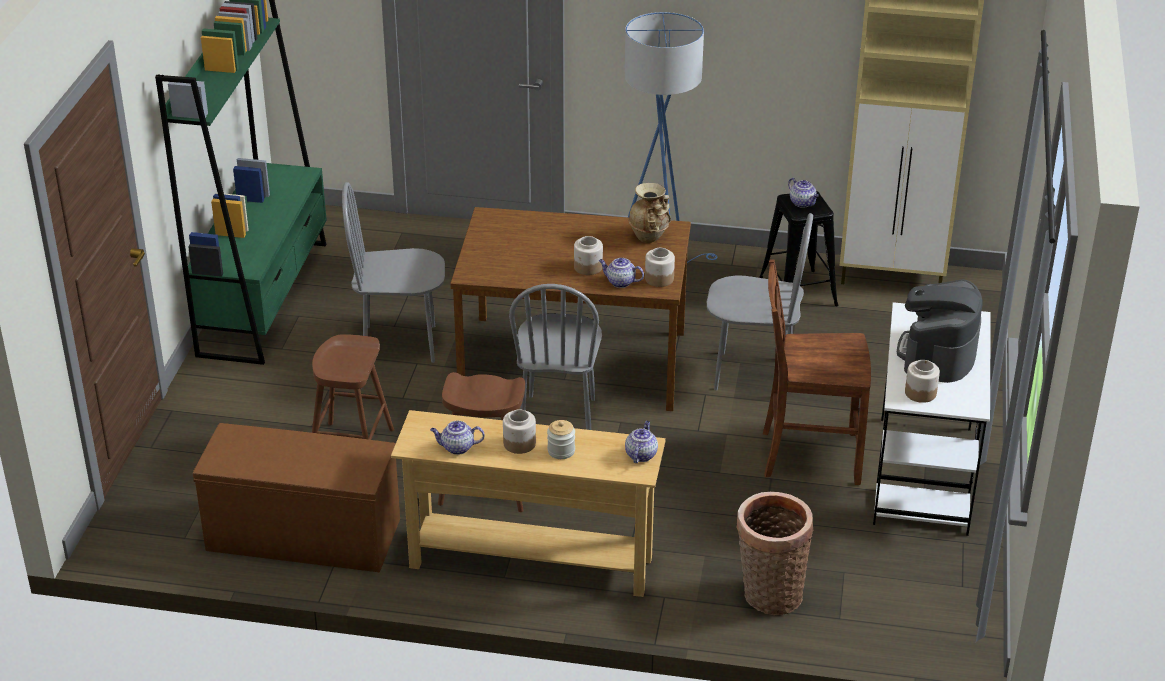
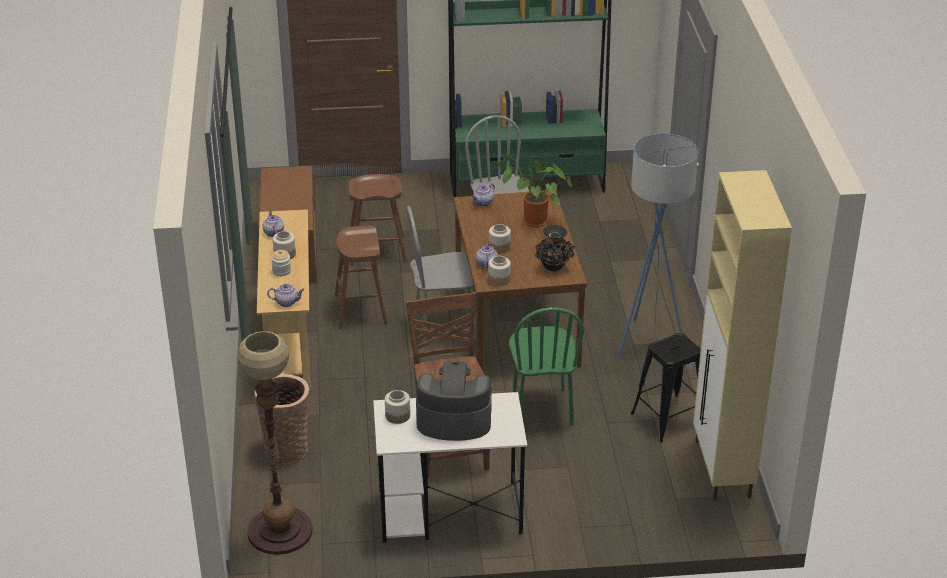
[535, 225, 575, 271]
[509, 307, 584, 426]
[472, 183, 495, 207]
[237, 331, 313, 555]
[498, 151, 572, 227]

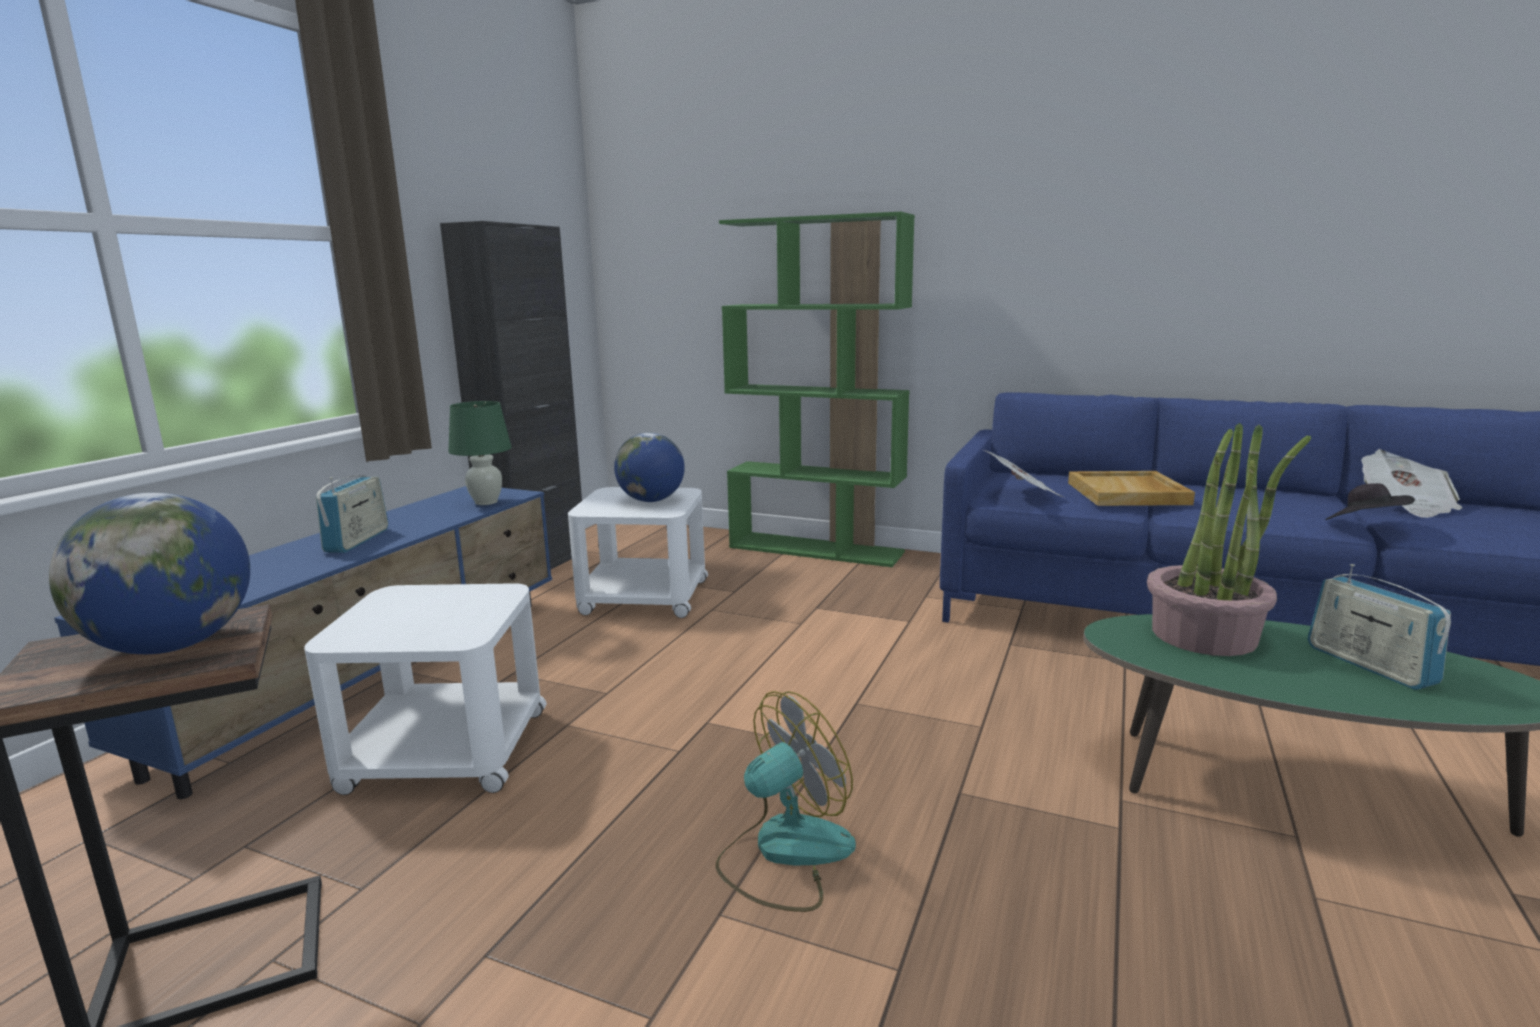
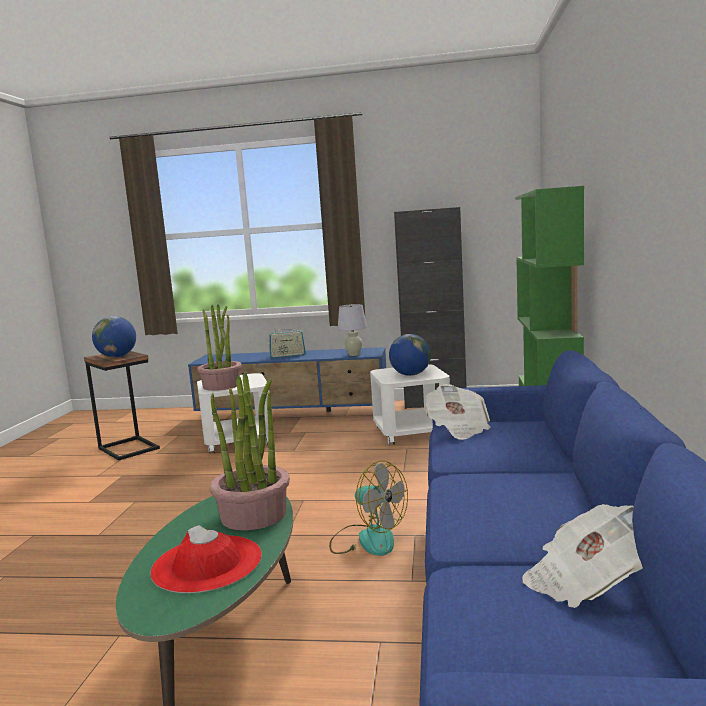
[338, 304, 367, 356]
[329, 461, 408, 556]
[1068, 471, 1195, 506] (first image)
[150, 525, 262, 593]
[1325, 483, 1415, 520] (first image)
[197, 304, 242, 391]

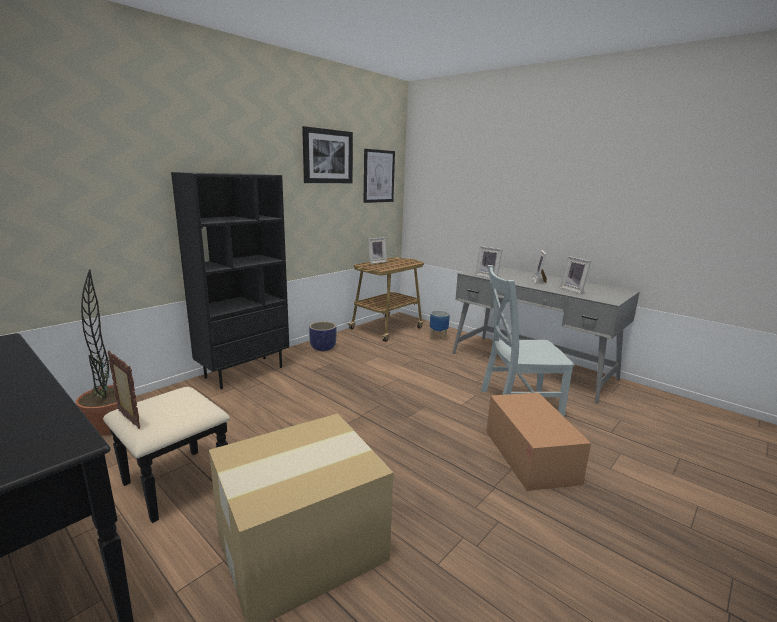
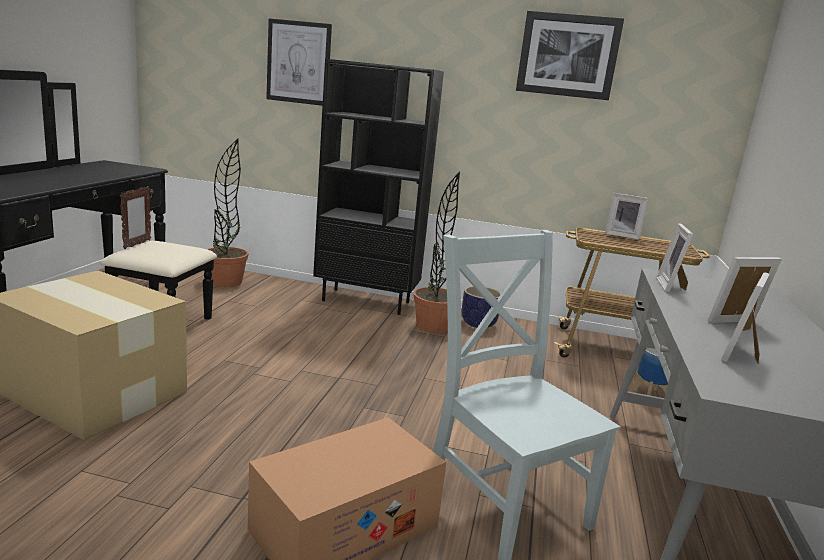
[266, 18, 332, 106]
[414, 172, 460, 333]

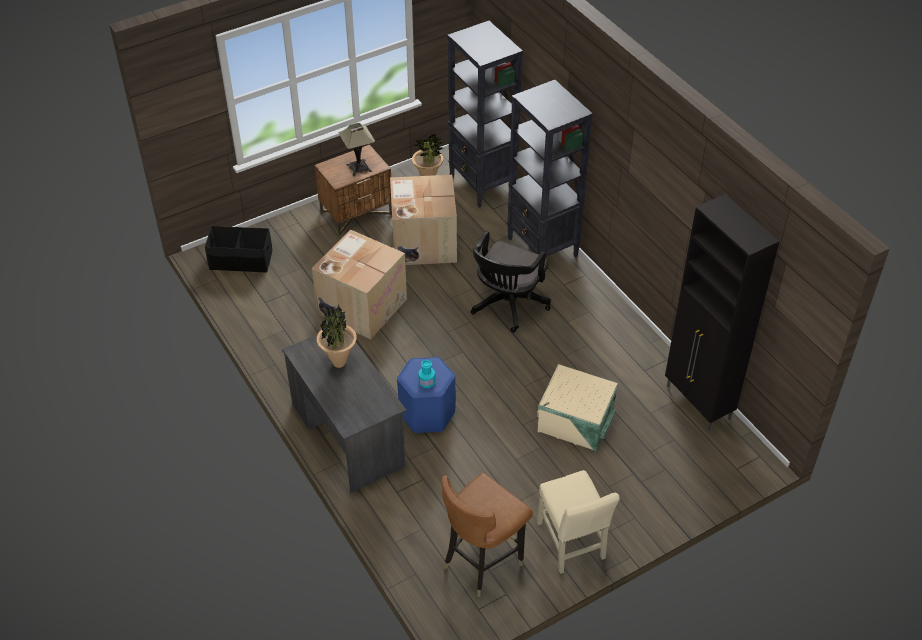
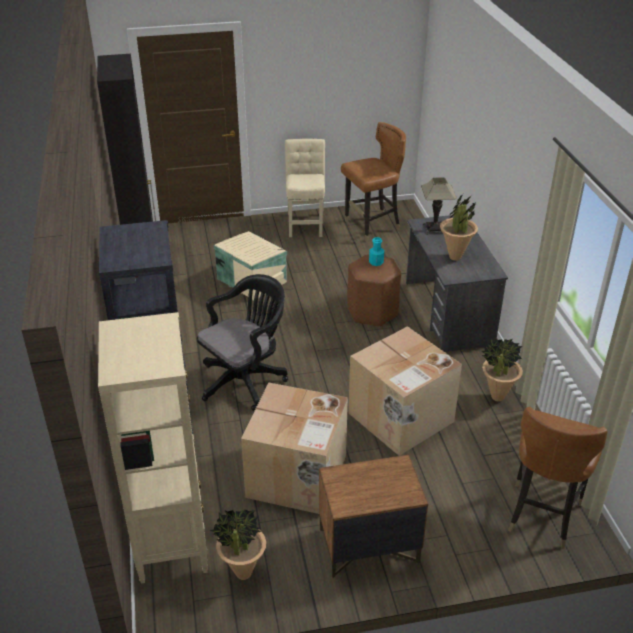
[508, 407, 608, 549]
[421, 177, 457, 235]
[347, 254, 401, 327]
[98, 312, 208, 583]
[481, 337, 523, 401]

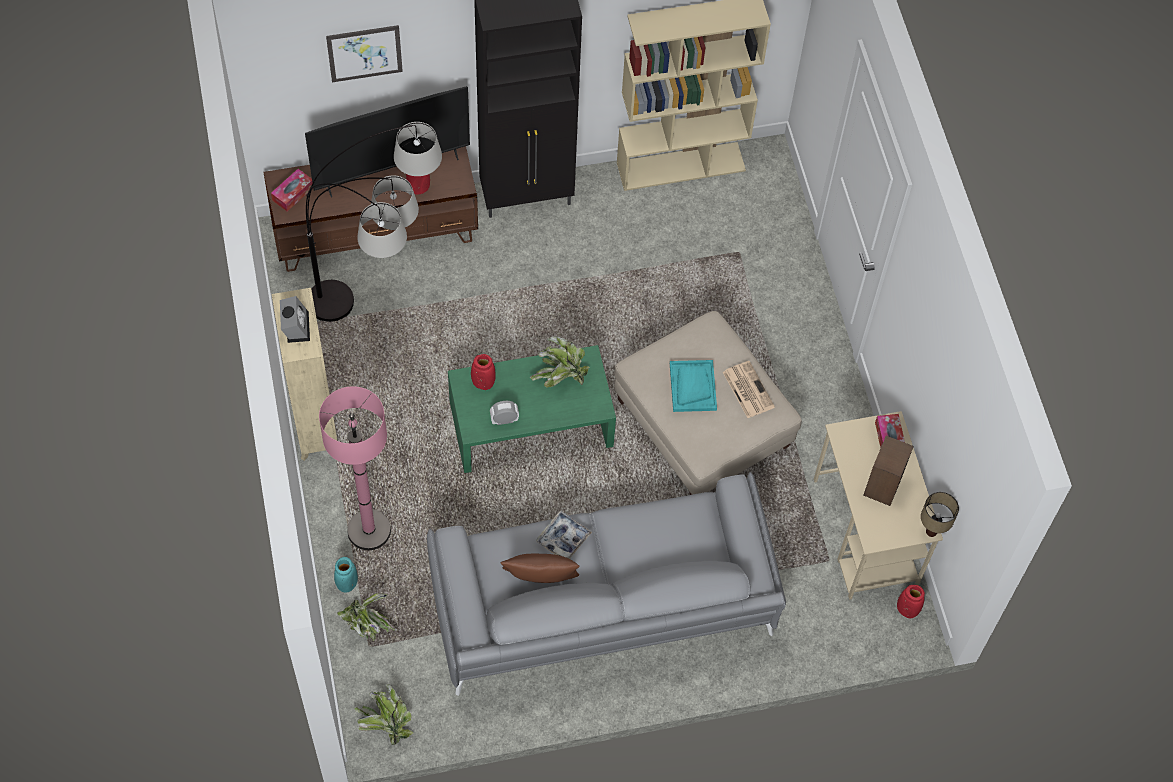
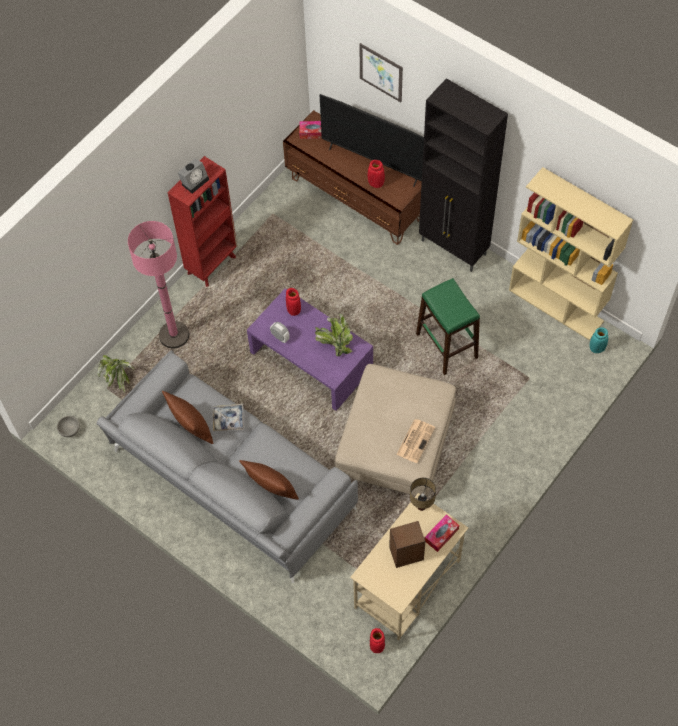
[168, 156, 237, 287]
[306, 122, 442, 322] (first image)
[590, 327, 608, 353]
[57, 416, 80, 437]
[247, 288, 373, 411]
[670, 360, 717, 412] (first image)
[410, 478, 436, 511]
[239, 460, 299, 500]
[416, 278, 480, 375]

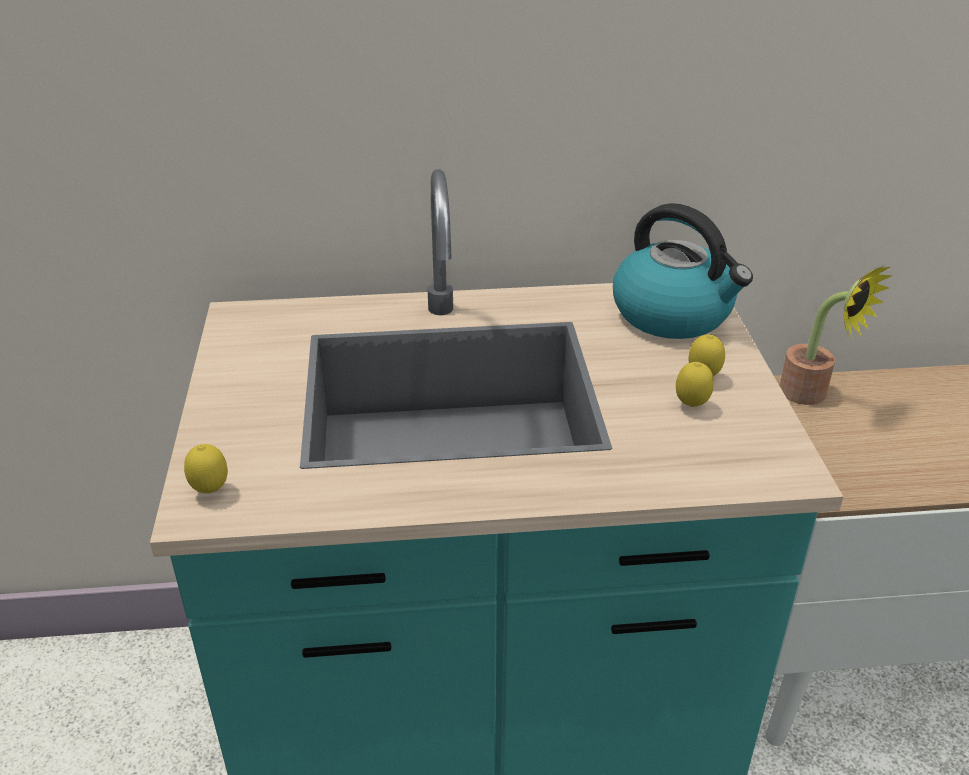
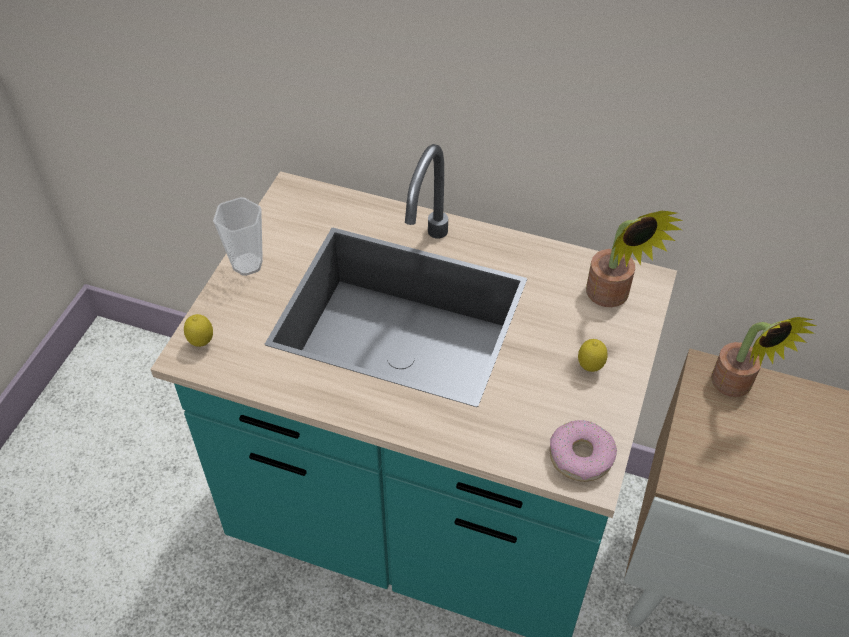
[586, 211, 683, 307]
[676, 362, 714, 407] (first image)
[213, 197, 263, 276]
[550, 420, 617, 482]

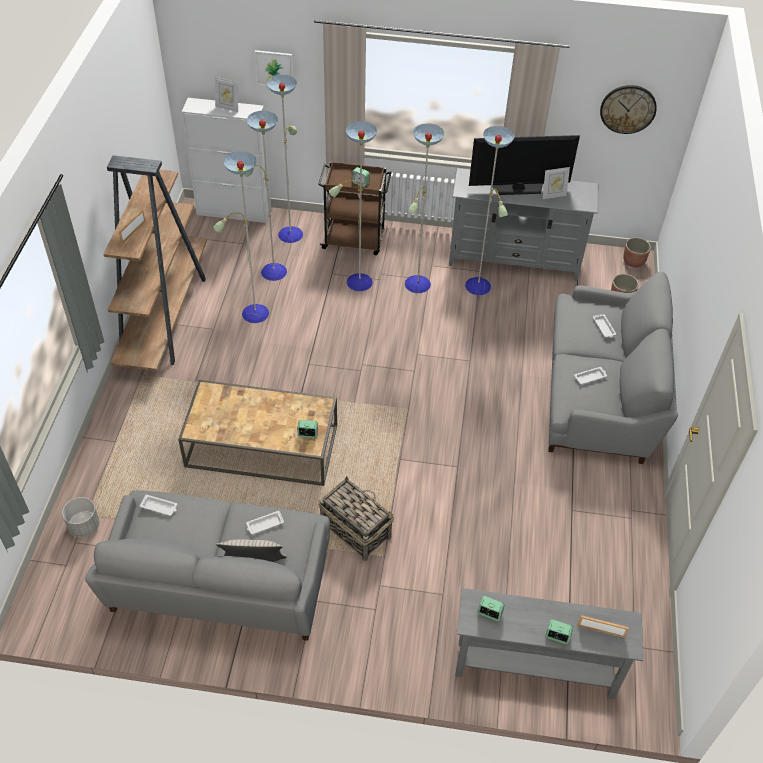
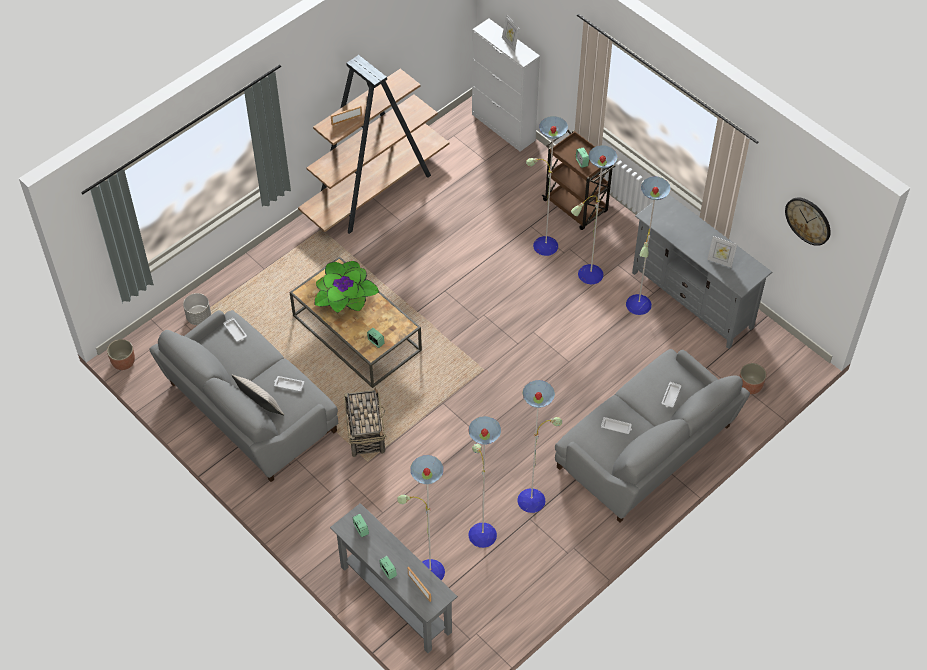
[397, 380, 562, 580]
[254, 50, 293, 86] (first image)
[469, 135, 580, 195] (first image)
[107, 339, 135, 370]
[314, 261, 379, 313]

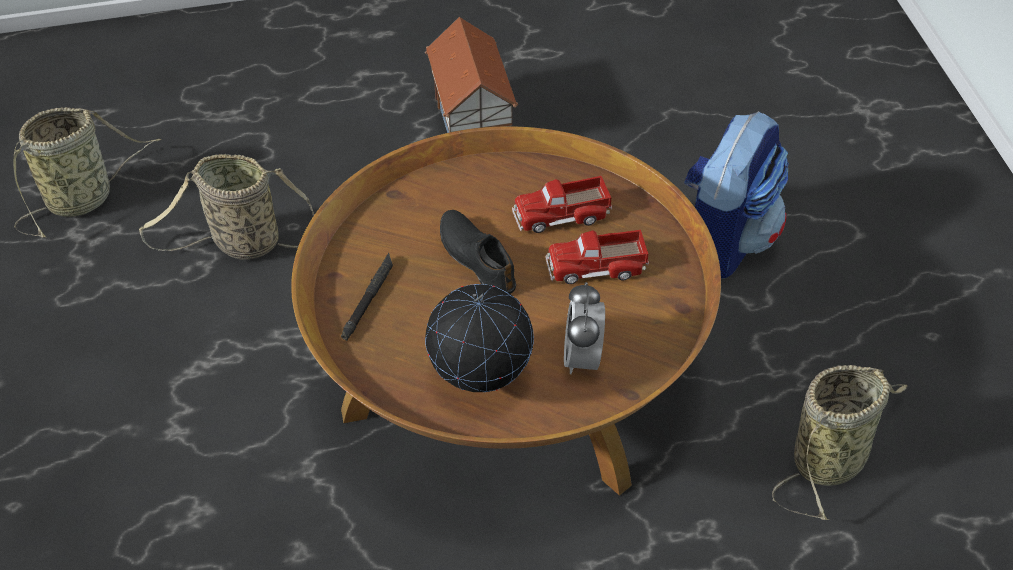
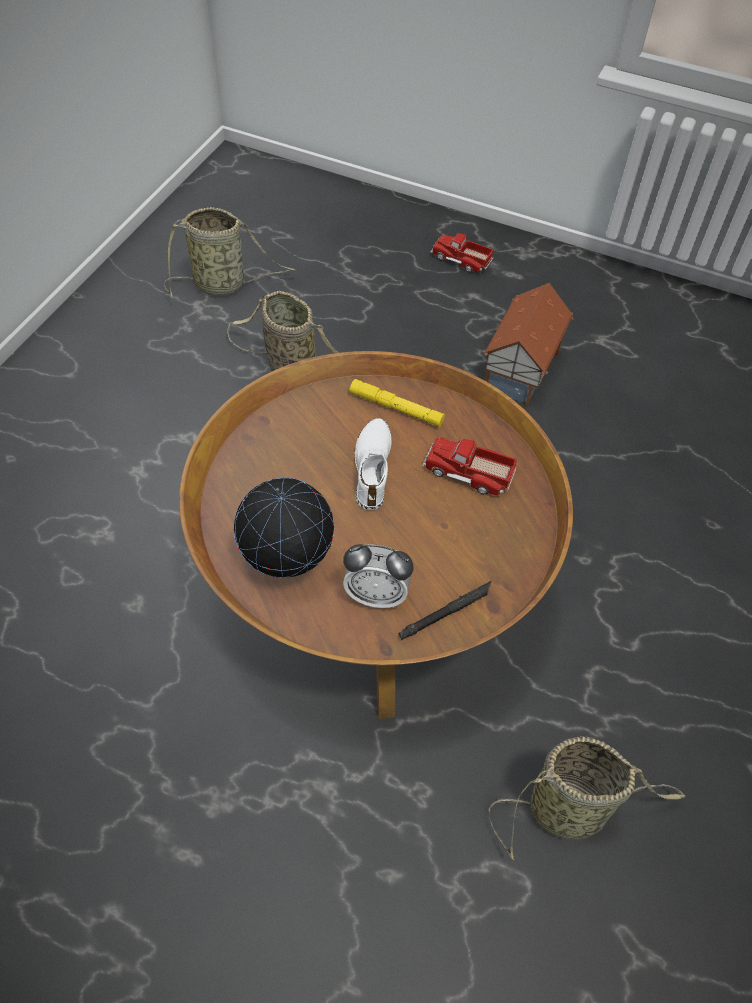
[399, 580, 492, 640]
[355, 418, 392, 510]
[430, 233, 494, 272]
[343, 544, 413, 608]
[684, 111, 788, 278] (first image)
[350, 379, 445, 427]

